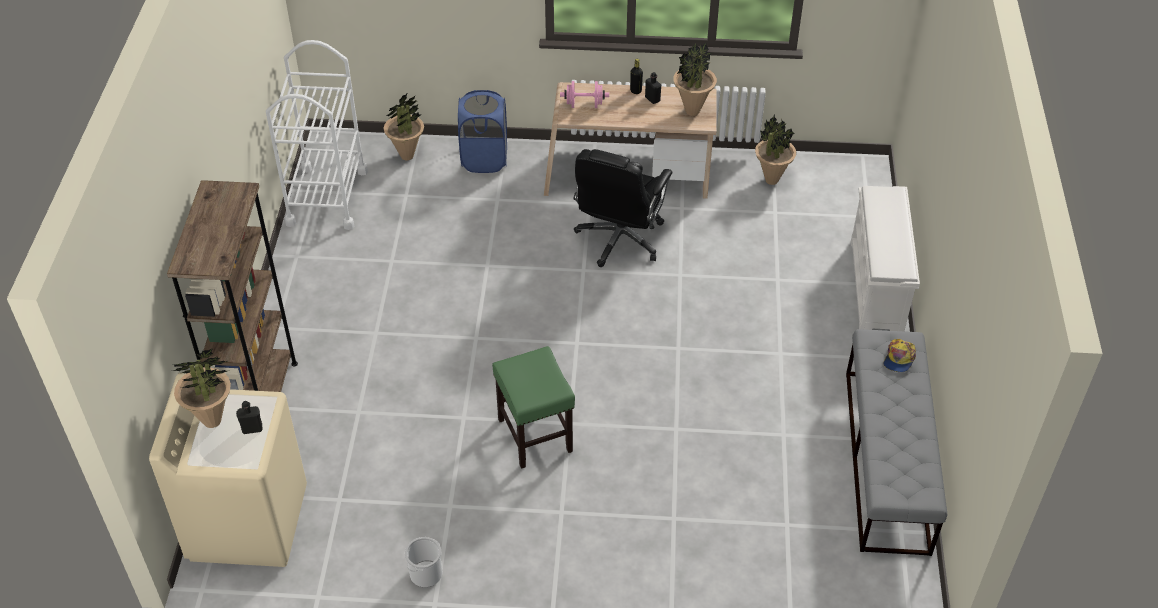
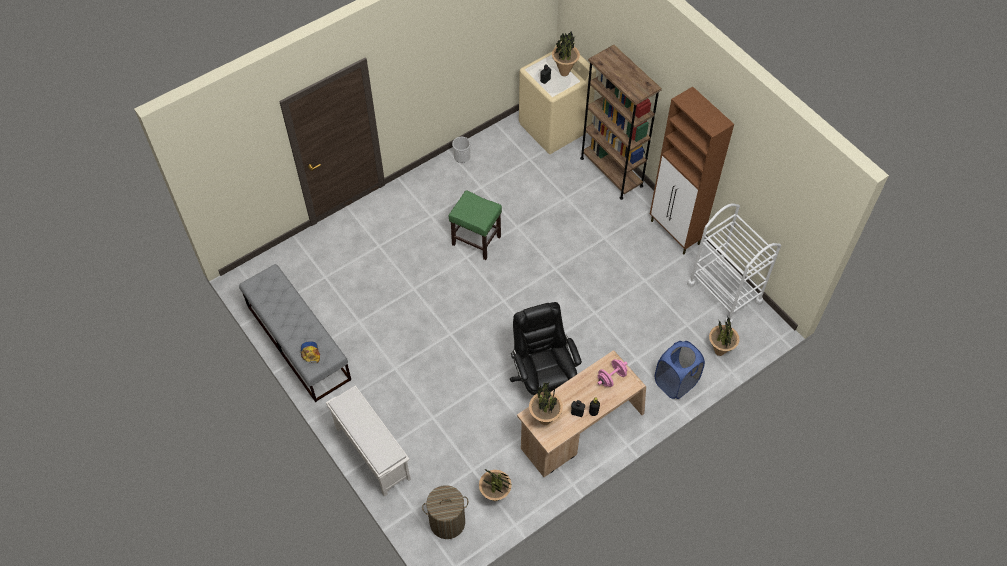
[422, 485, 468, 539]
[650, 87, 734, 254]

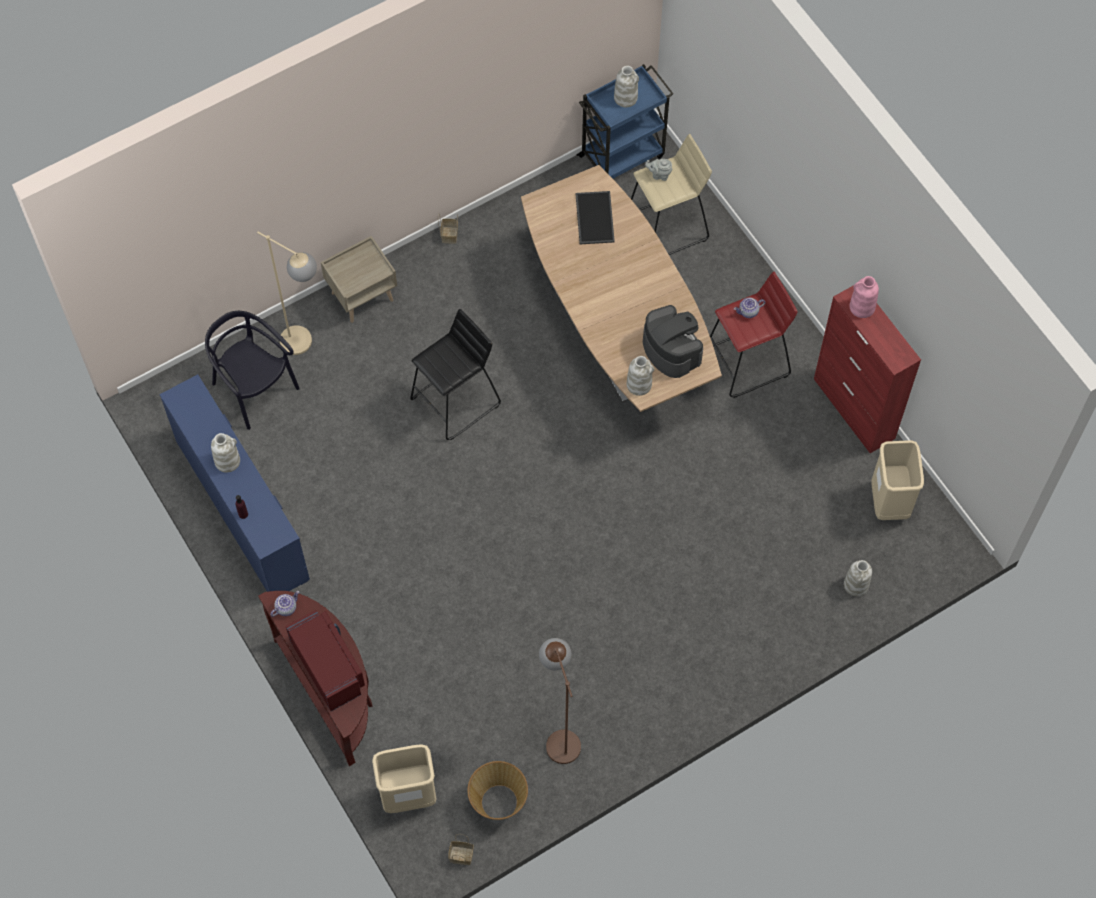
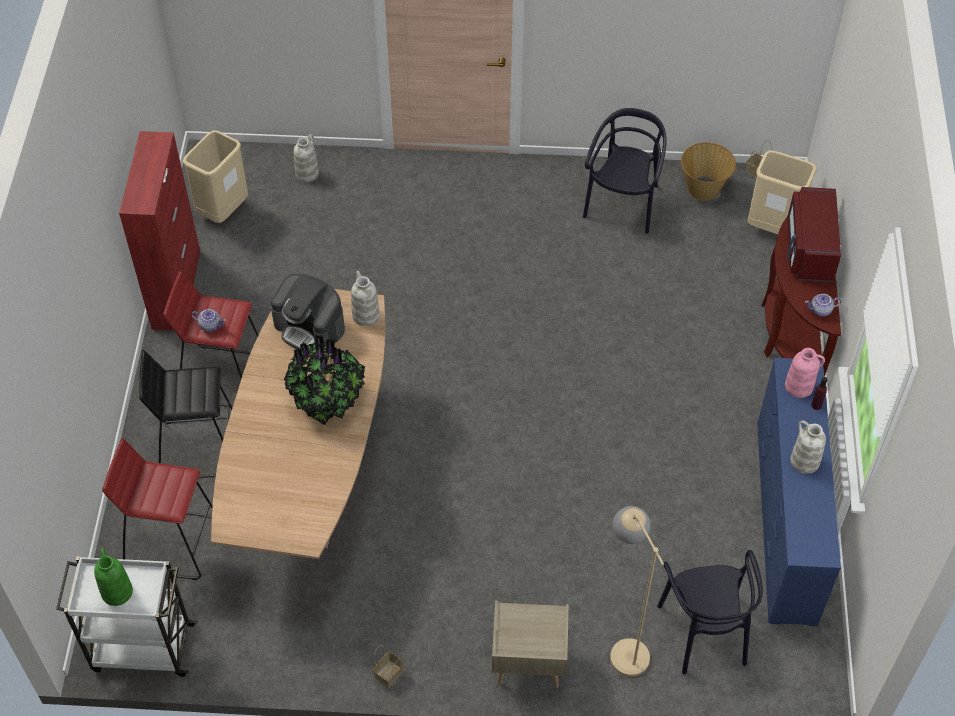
[139, 350, 232, 478]
[583, 108, 667, 234]
[575, 191, 615, 244] (first image)
[56, 556, 198, 677]
[94, 548, 133, 606]
[102, 438, 212, 580]
[271, 274, 345, 349]
[645, 159, 673, 181] (first image)
[785, 348, 825, 398]
[284, 334, 365, 425]

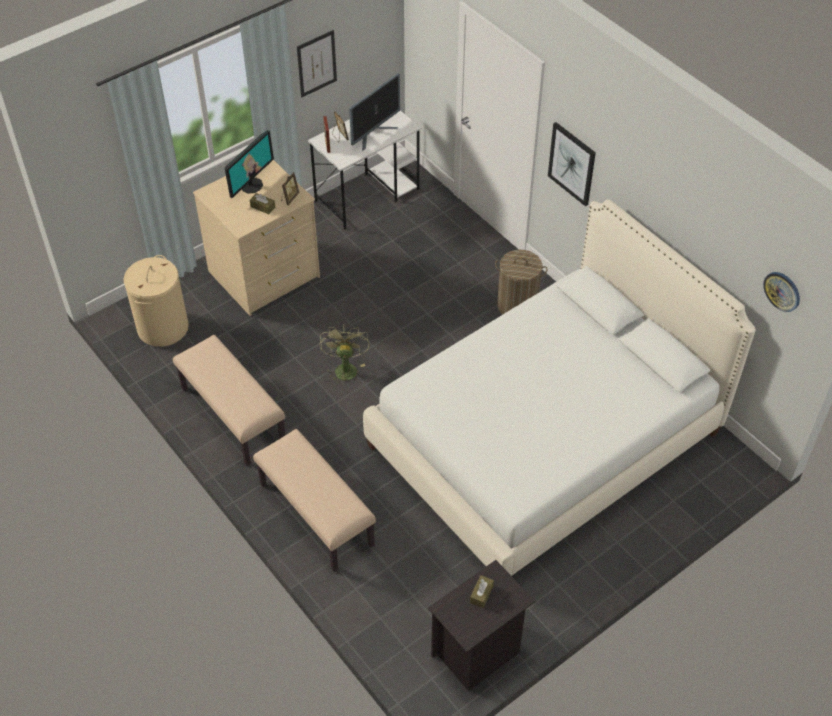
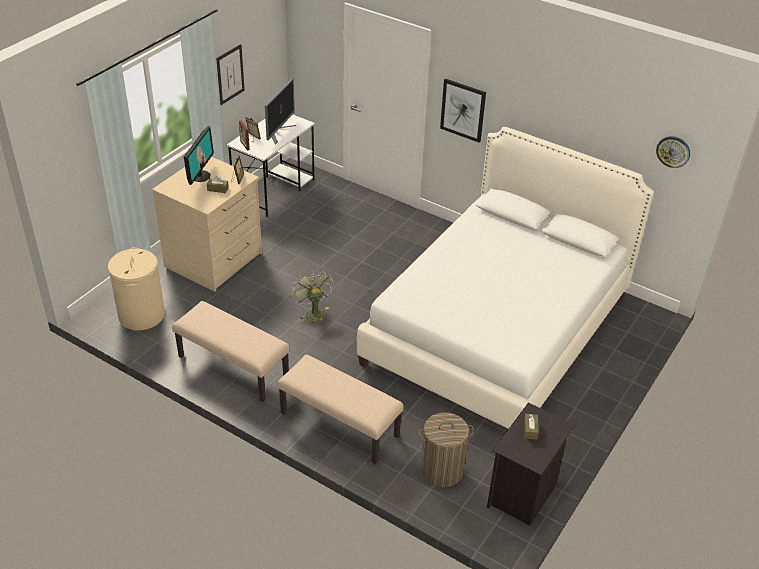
[419, 412, 474, 487]

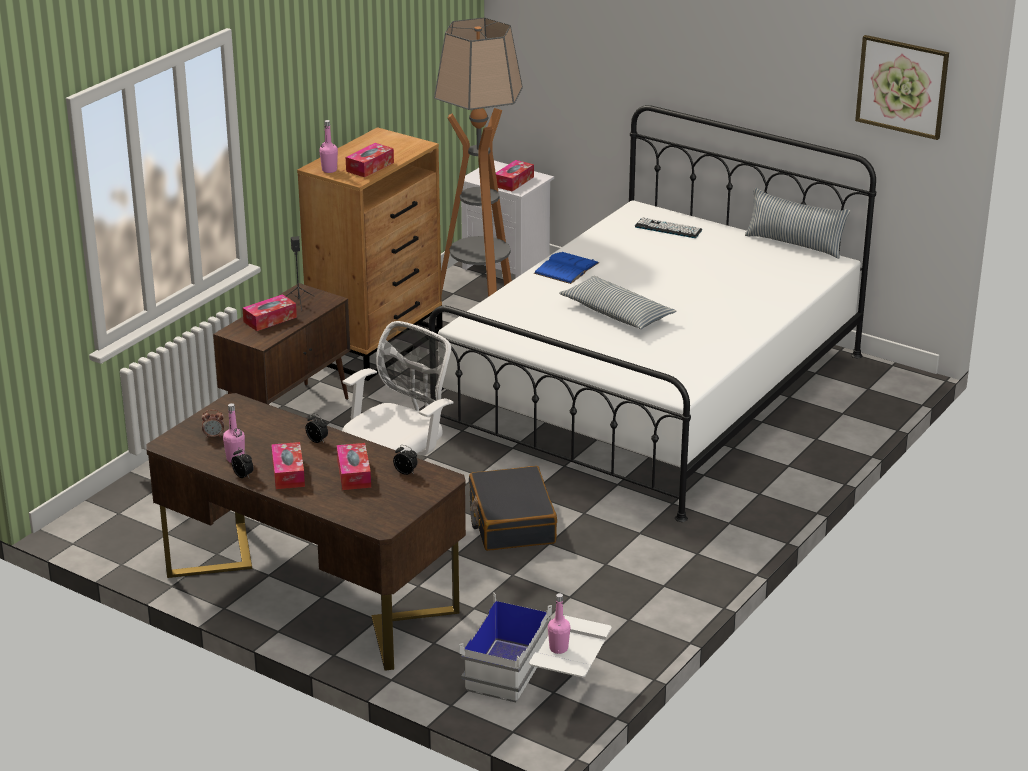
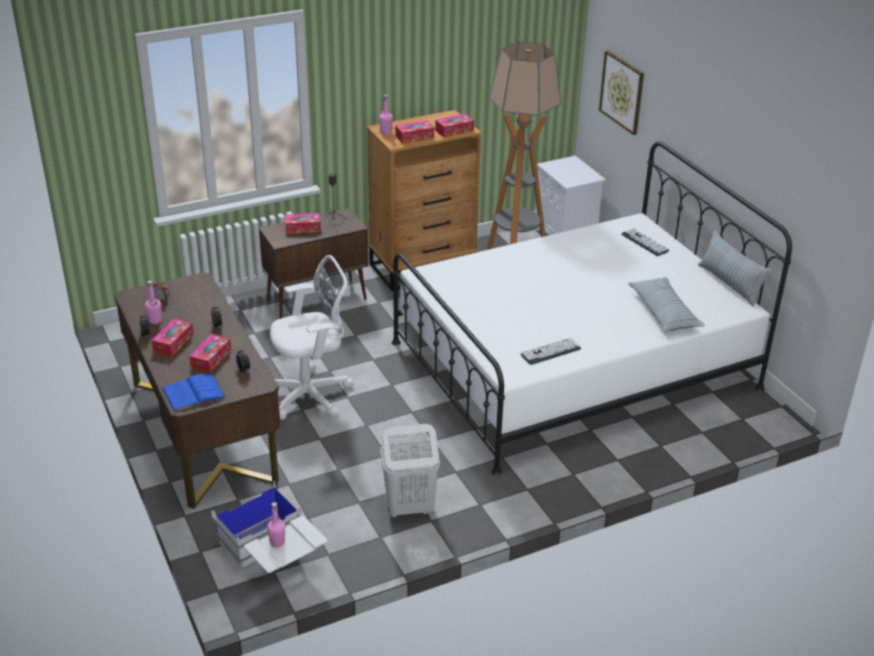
[469, 466, 557, 551] (first image)
[435, 114, 474, 138]
[162, 374, 226, 412]
[628, 277, 705, 332]
[599, 50, 644, 135]
[380, 424, 440, 518]
[521, 338, 581, 365]

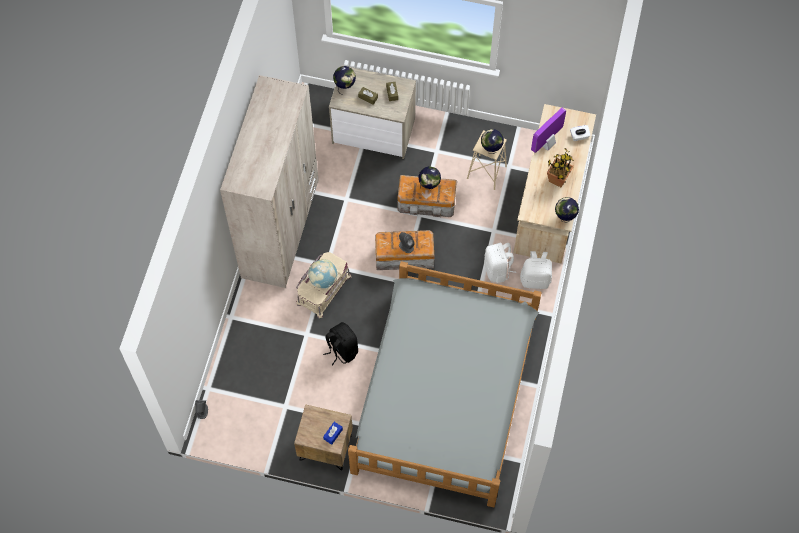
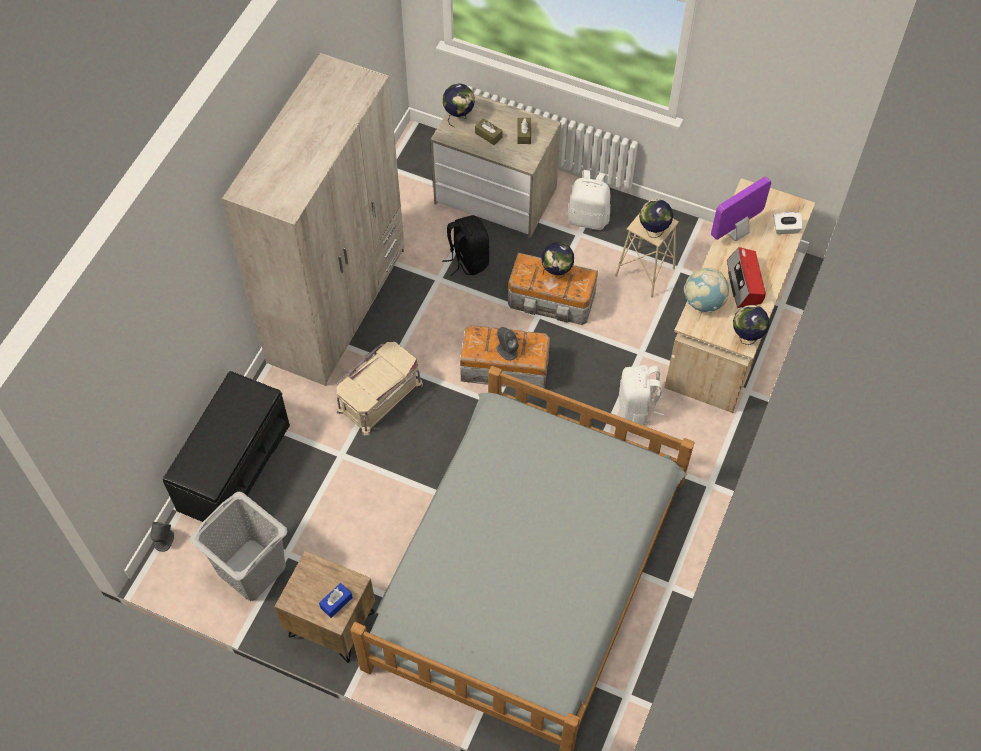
[684, 268, 729, 313]
[442, 215, 489, 276]
[567, 170, 610, 230]
[727, 247, 766, 308]
[163, 371, 290, 522]
[190, 492, 287, 601]

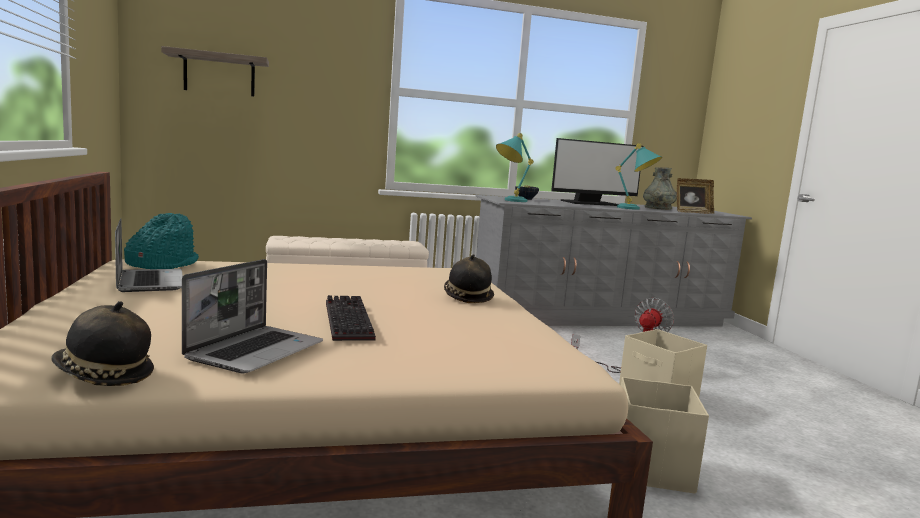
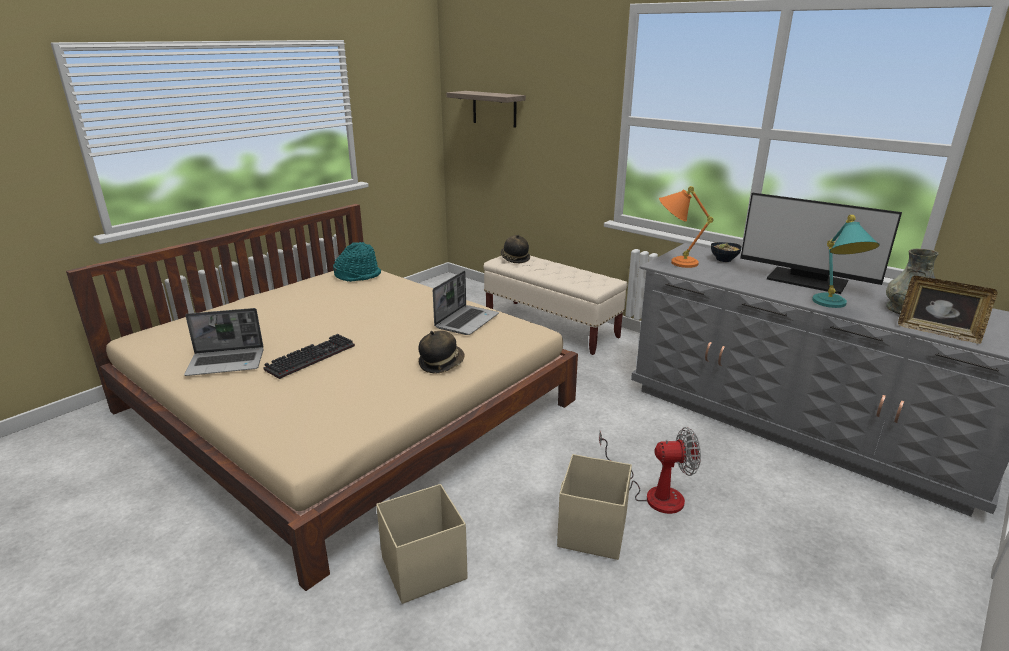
[500, 235, 530, 264]
[433, 271, 499, 335]
[659, 186, 713, 268]

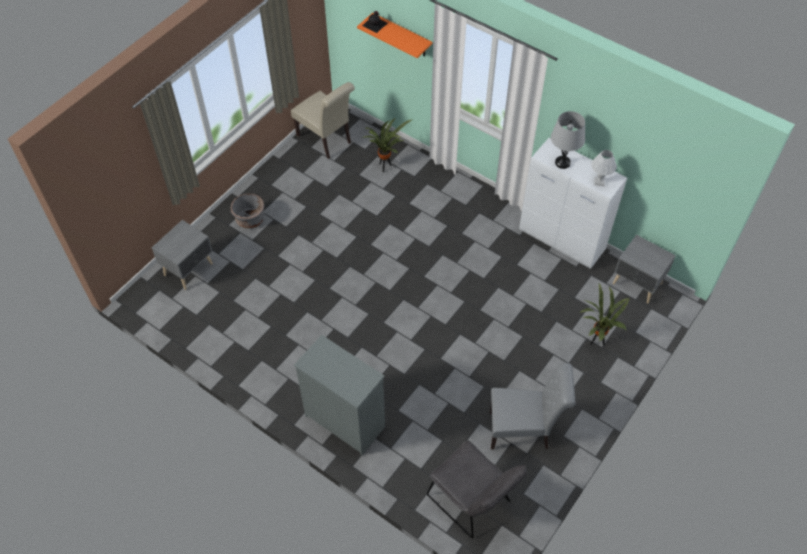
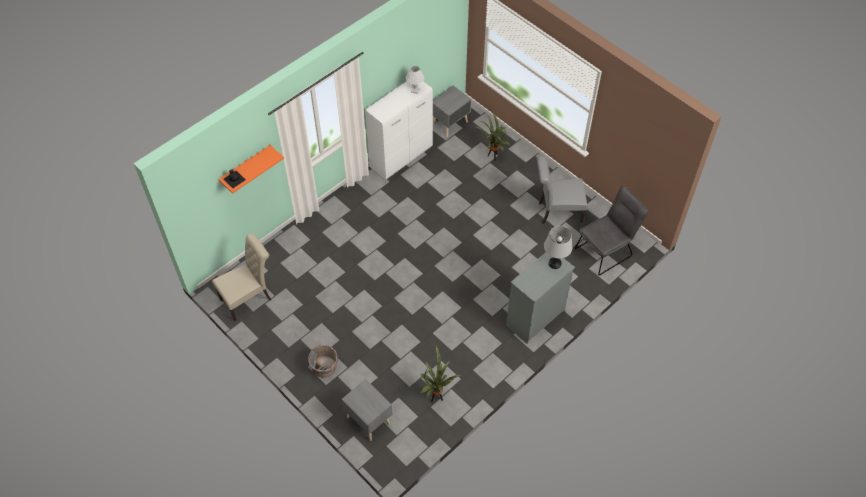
[421, 346, 462, 402]
[537, 156, 588, 224]
[544, 226, 572, 269]

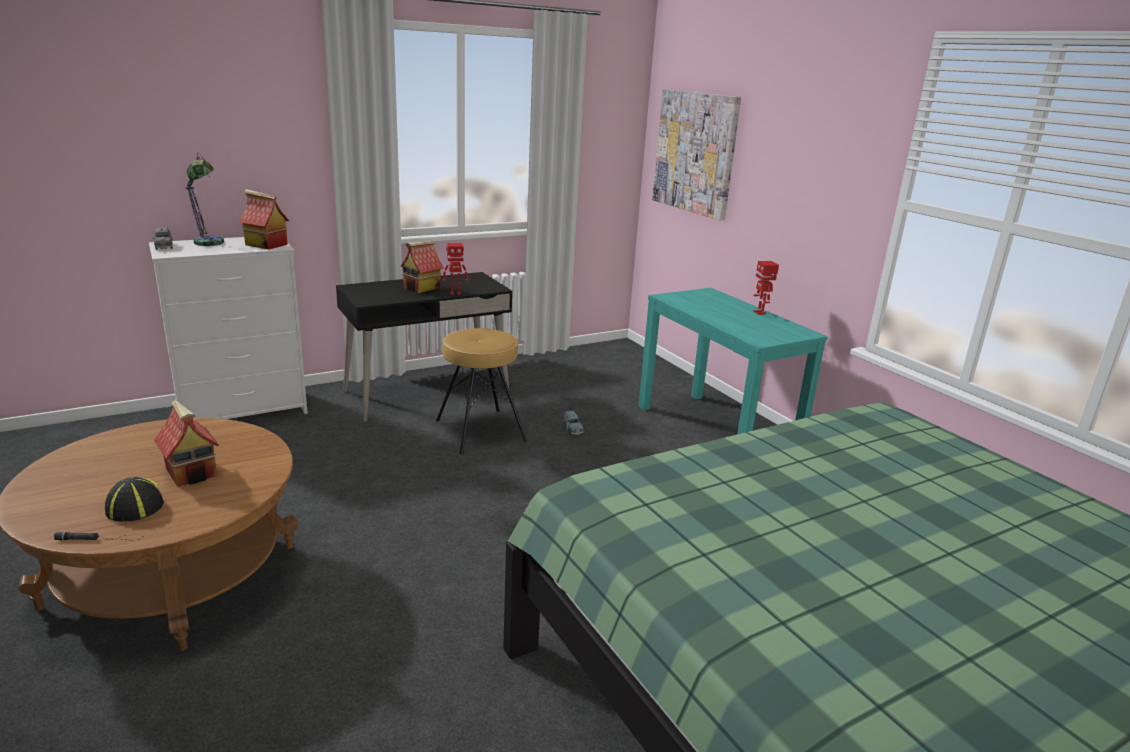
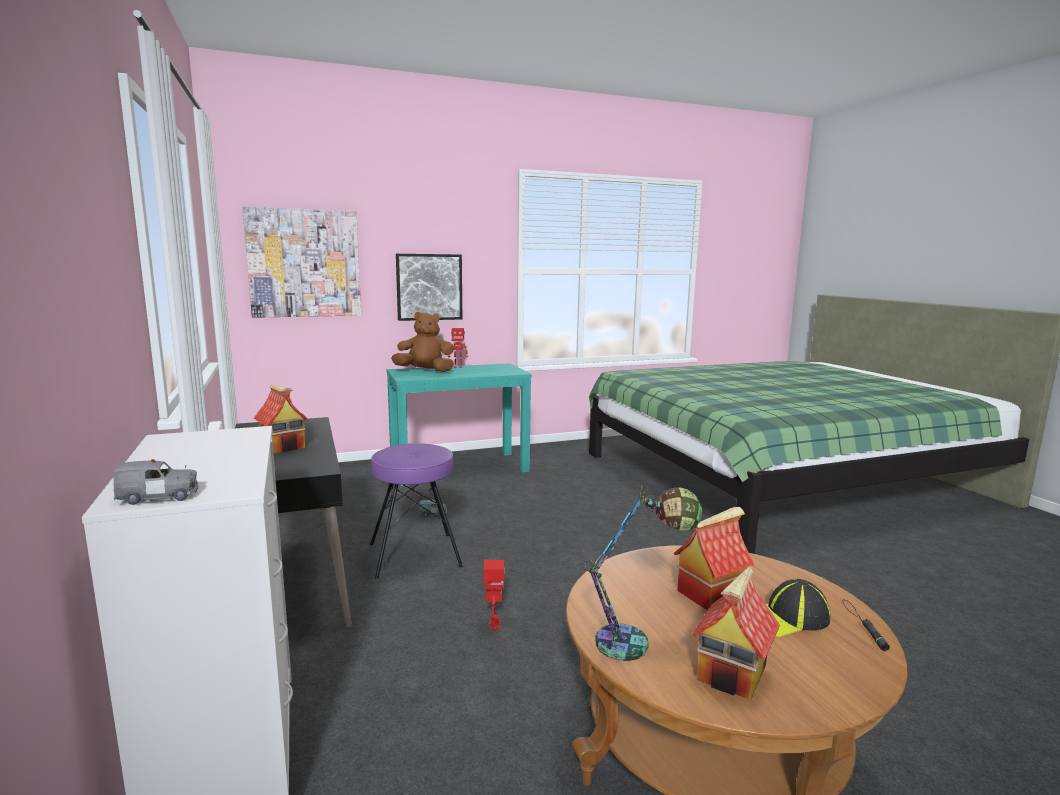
[585, 485, 702, 661]
[691, 566, 780, 700]
[370, 443, 463, 579]
[483, 560, 505, 630]
[391, 312, 454, 372]
[396, 254, 462, 321]

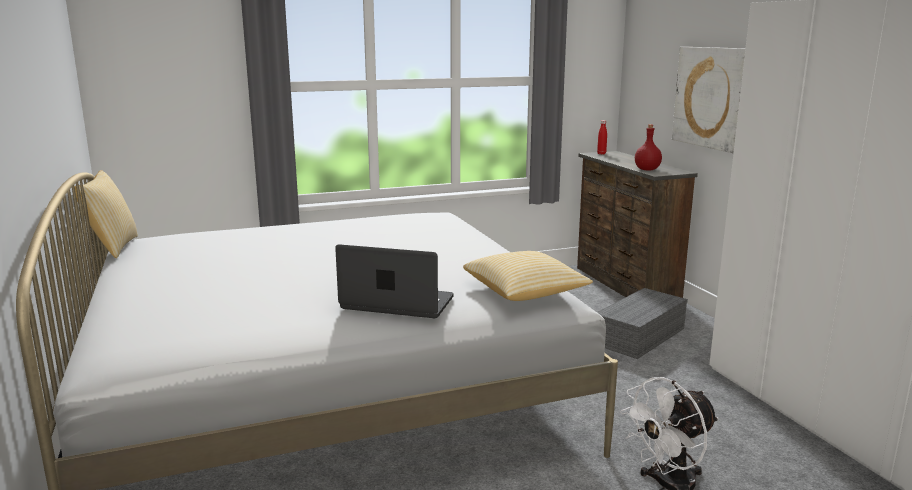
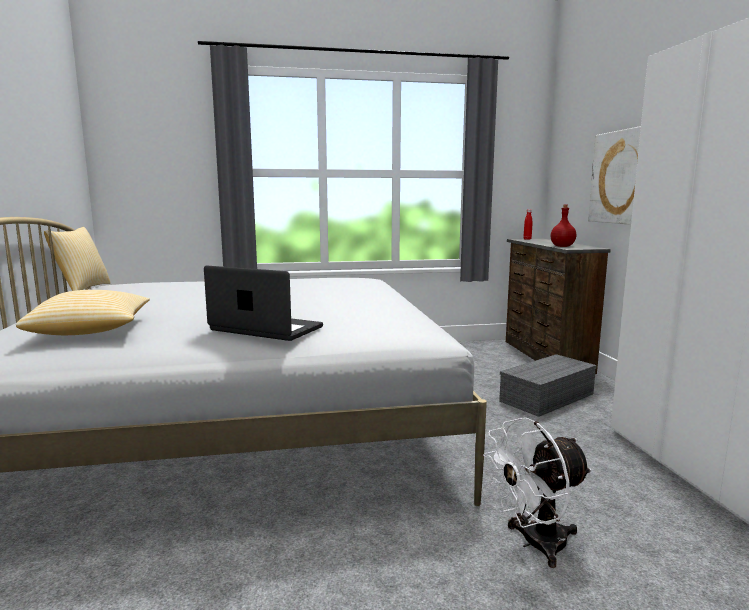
[16, 290, 150, 335]

